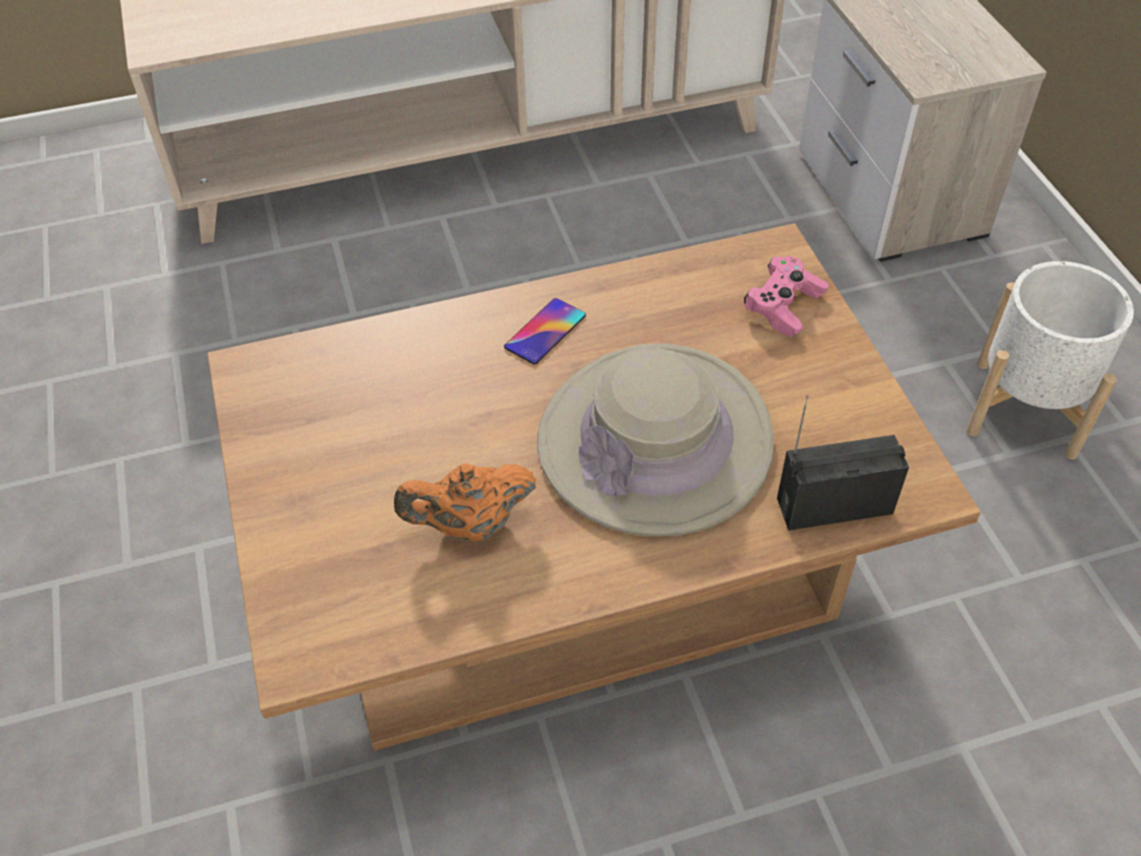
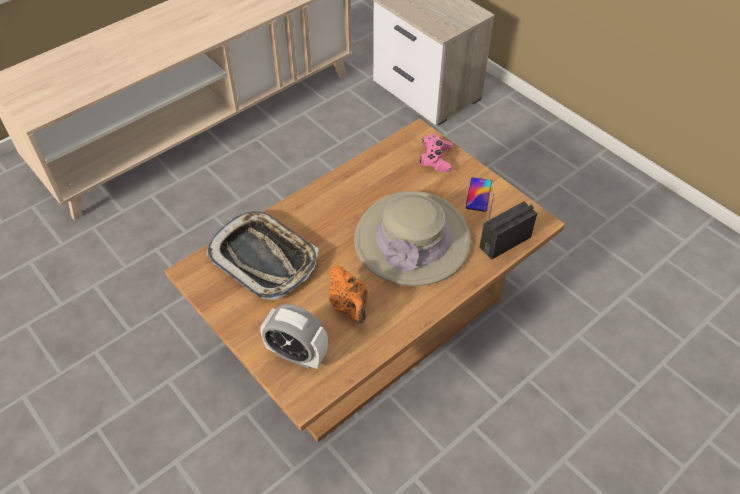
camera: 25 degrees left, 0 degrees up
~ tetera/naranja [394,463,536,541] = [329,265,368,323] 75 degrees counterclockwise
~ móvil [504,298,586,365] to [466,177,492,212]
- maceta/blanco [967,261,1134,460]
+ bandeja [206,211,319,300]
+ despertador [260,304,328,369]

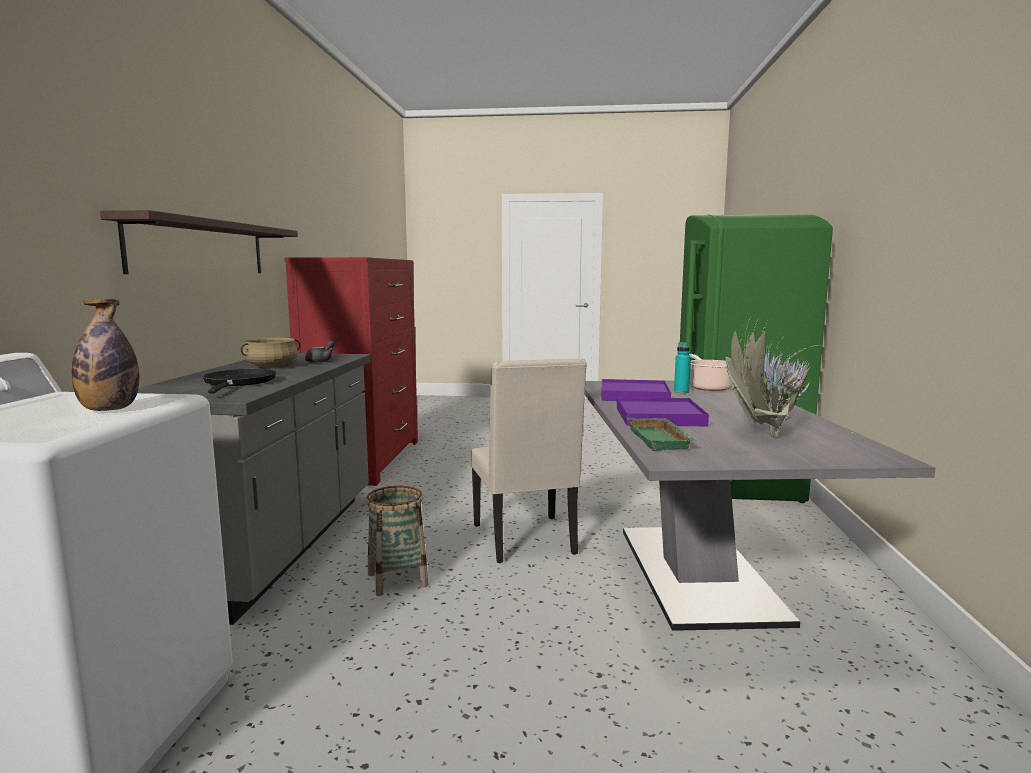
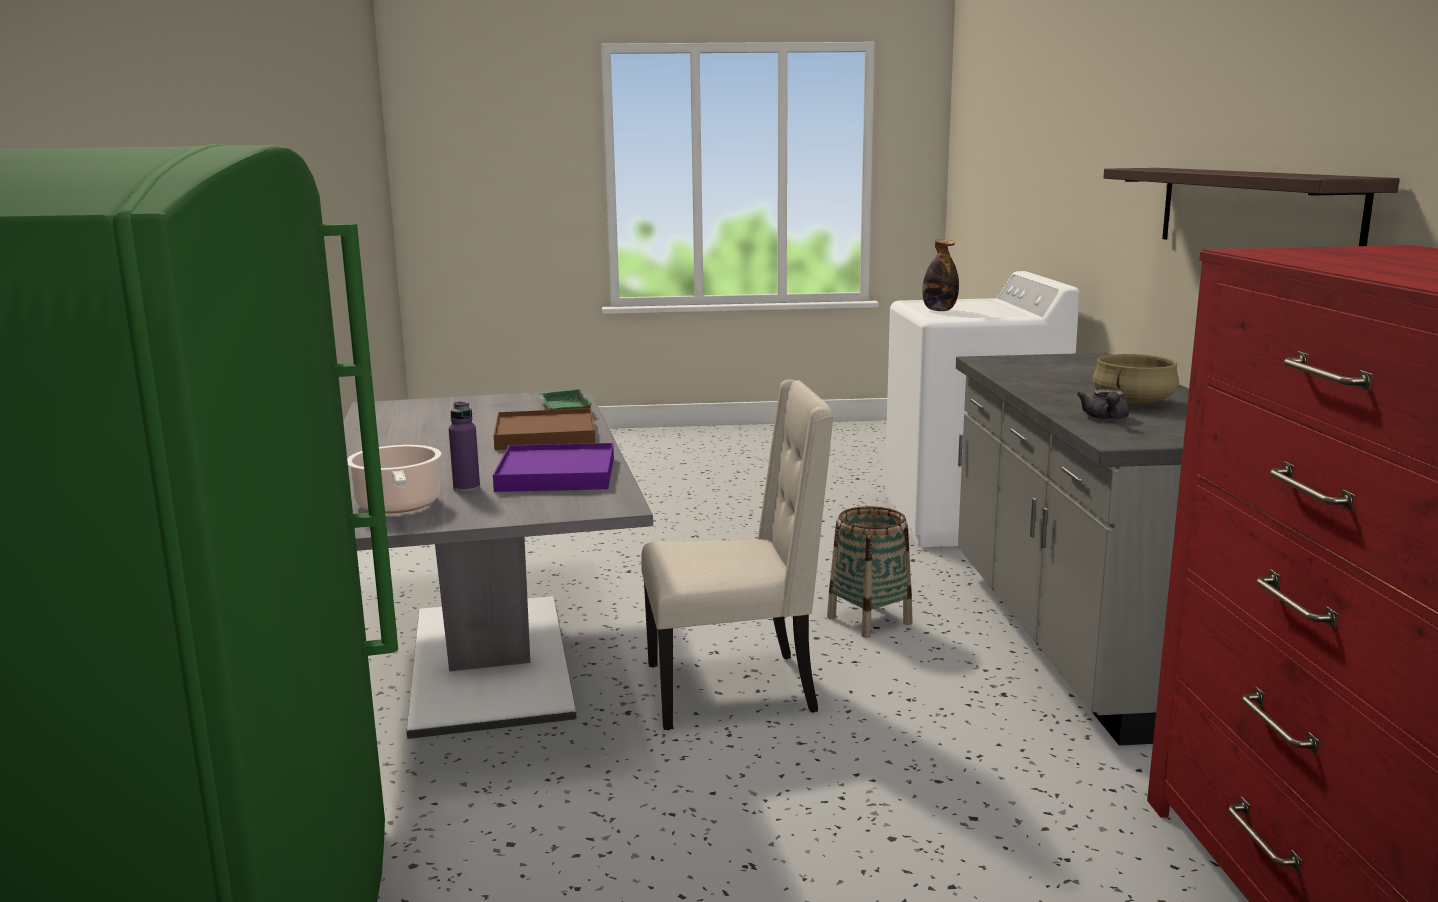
camera: 170 degrees right, 5 degrees up
- sartén/negro [203,369,276,394]
~ silla/beis [471,359,587,563] = [641,379,834,730] 105 degrees clockwise
~ bandeja/morado [617,398,709,426] to bandeja/marrón [494,408,595,450]
~ botella/turquesa [674,342,691,393] to botella/morado [449,401,480,492]
- planta en maceta [725,312,855,438]

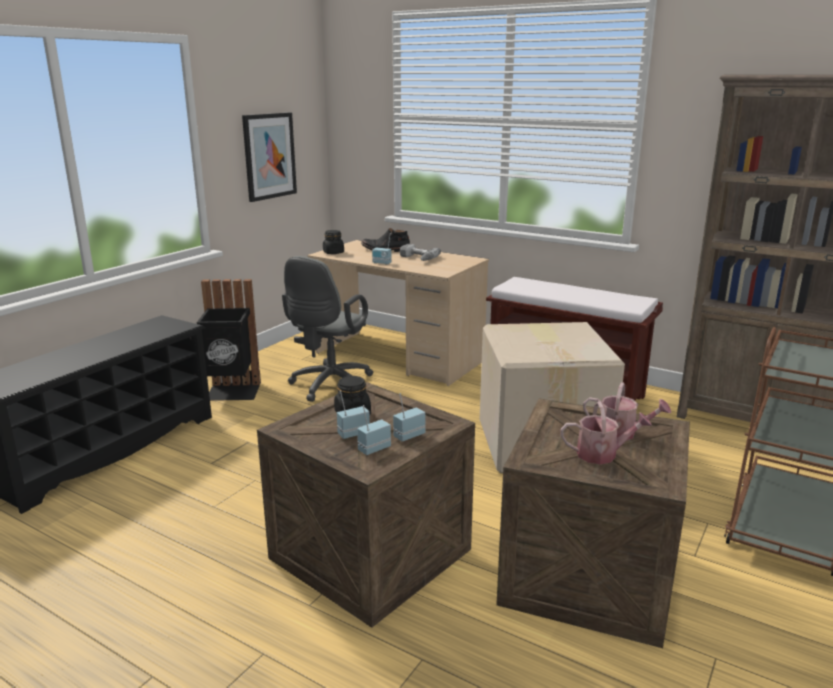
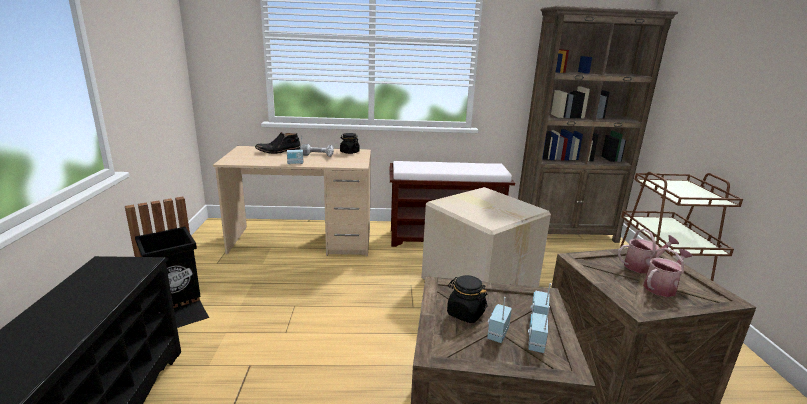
camera: 35 degrees left, 0 degrees up
- cuadro [242,112,297,202]
- silla de oficina/gris [282,256,374,402]
~ tarro/negro [323,230,344,254] to [340,133,360,154]

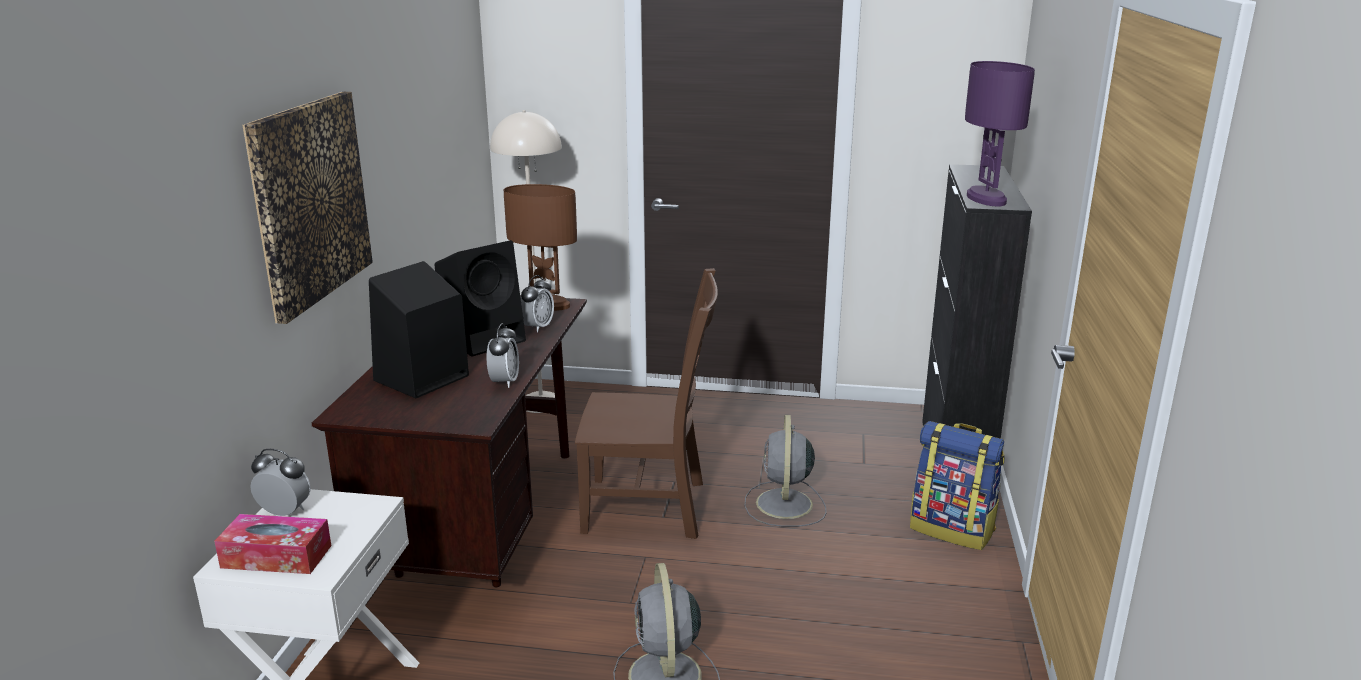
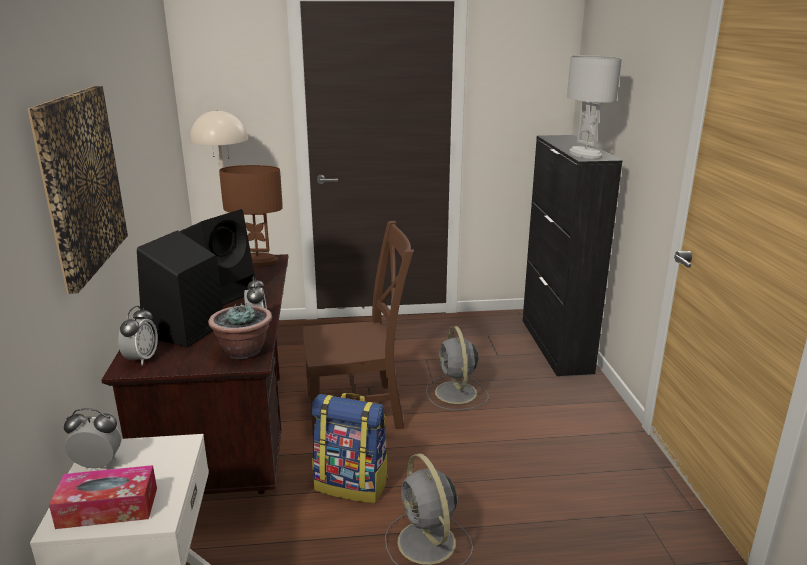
camera: 15 degrees left, 0 degrees up
~ despertador [520,275,554,332] to [118,306,158,365]
~ mochila [910,421,1005,550] to [311,393,389,503]
~ lámpara de mesa/morado [965,61,1035,207] to lámpara de mesa/blanco [567,55,622,159]
+ planta en maceta [208,303,272,359]

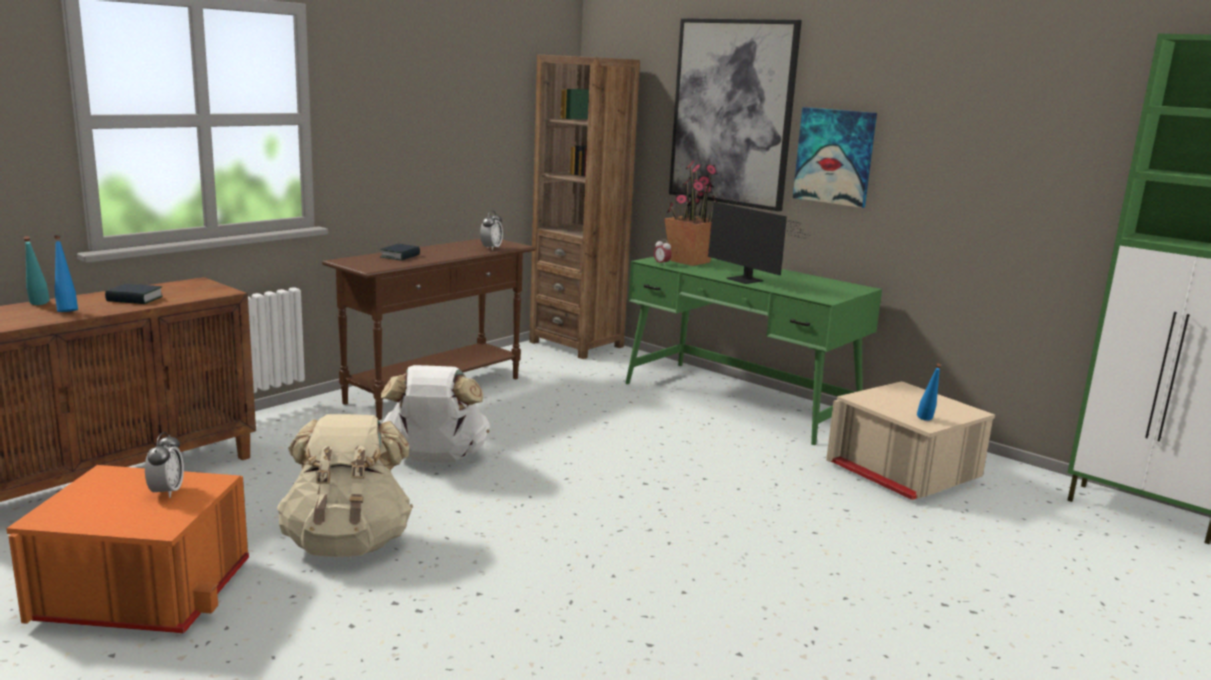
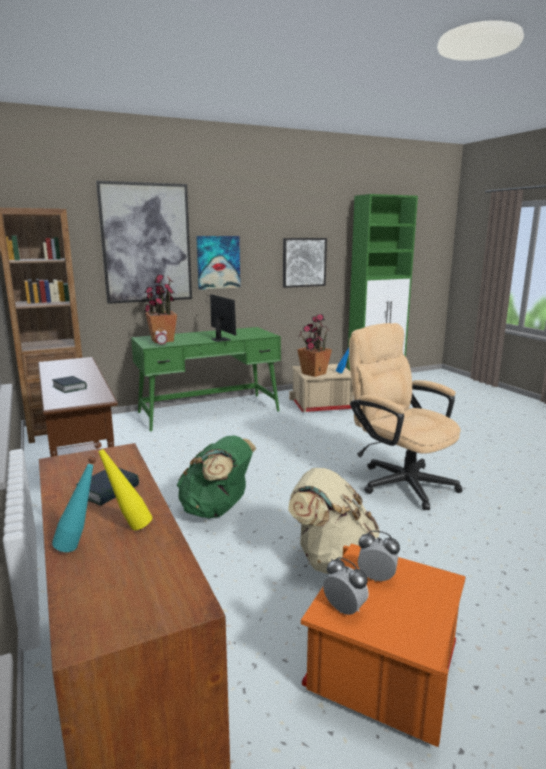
camera: 65 degrees left, 0 degrees up
~ botella/azul [54,235,78,312] to botella/amarillo [94,442,152,530]
~ mochila/blanco [381,365,490,462] to mochila/verde [176,436,256,518]
~ despertador [480,210,503,250] to [323,557,369,615]
~ monitor [708,202,805,284] = [205,294,237,342] 105 degrees counterclockwise
+ cuadro [283,238,327,288]
+ planta en maceta [297,315,332,377]
+ silla de oficina/beis [349,323,462,510]

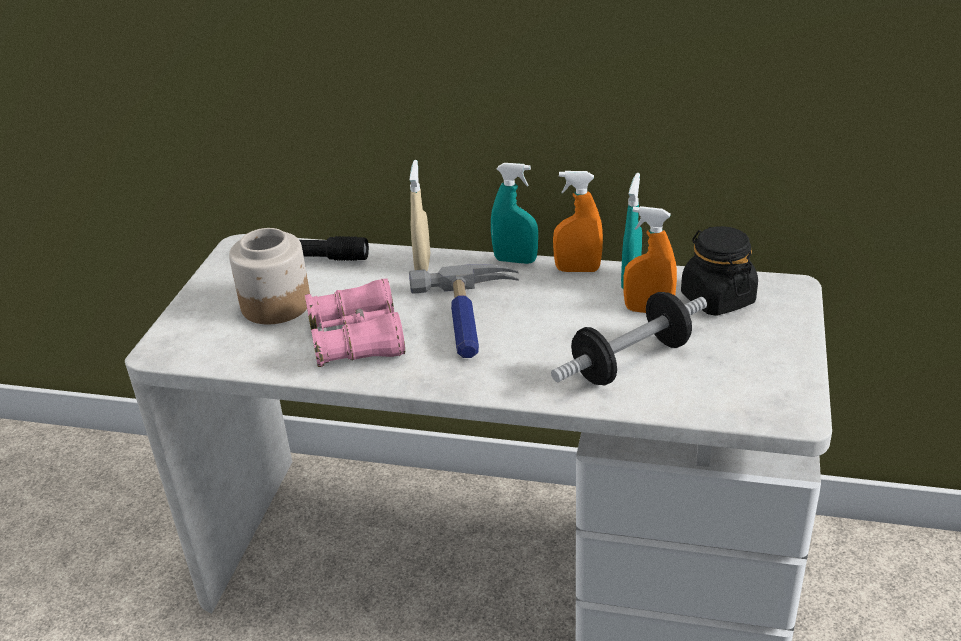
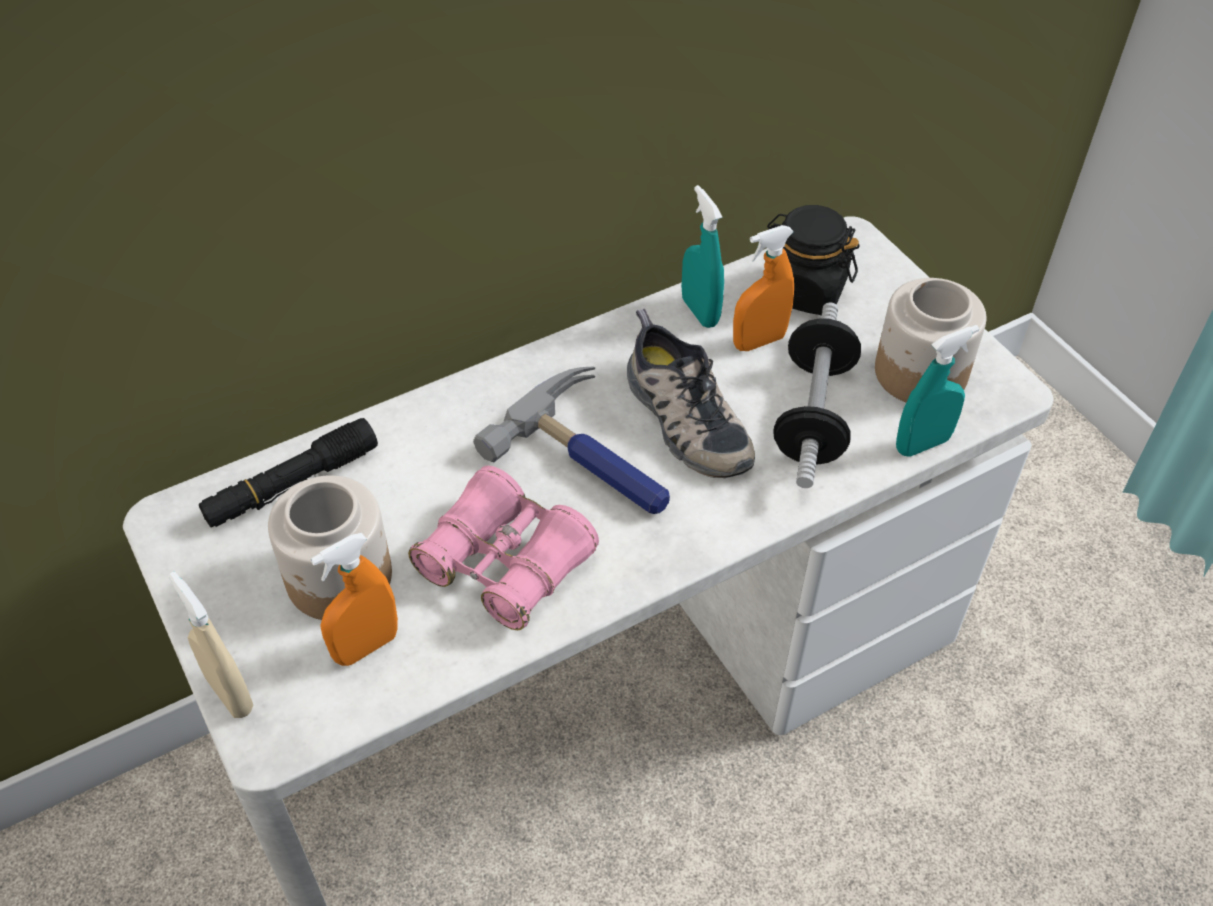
camera: 45 degrees left, 15 degrees up
~ pulverizador/beis [410,160,430,271] to [168,572,253,718]
~ pulverizador/turquesa [491,163,538,264] to [896,325,979,457]
~ pulverizador/naranja [553,171,603,272] to [311,533,398,666]
+ zapato [627,309,755,478]
+ tarro [875,278,987,402]

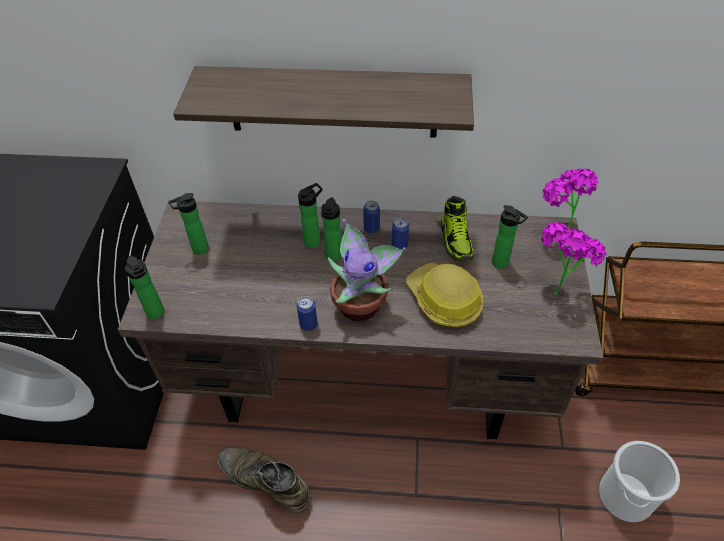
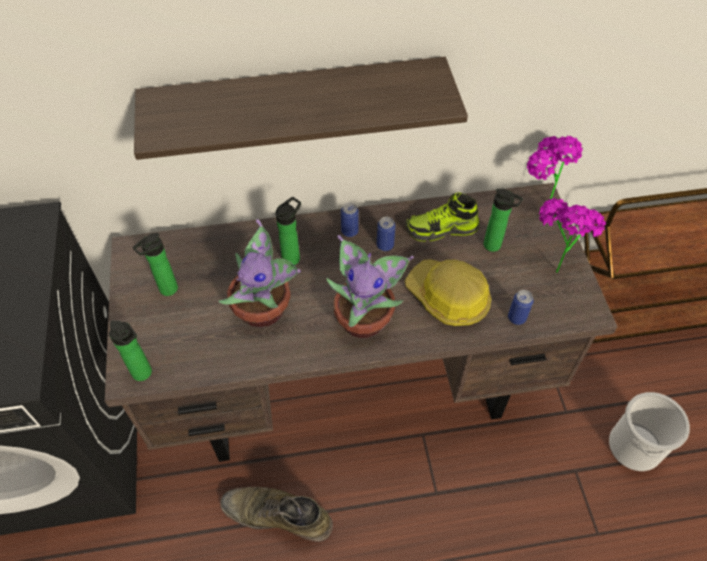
camera: 15 degrees left, 5 degrees up
~ lata [297,296,317,331] to [508,290,534,325]
- botella [321,197,342,261]
~ zapato [441,196,474,262] = [405,192,480,241] 105 degrees clockwise
+ planta en maceta [219,219,301,328]

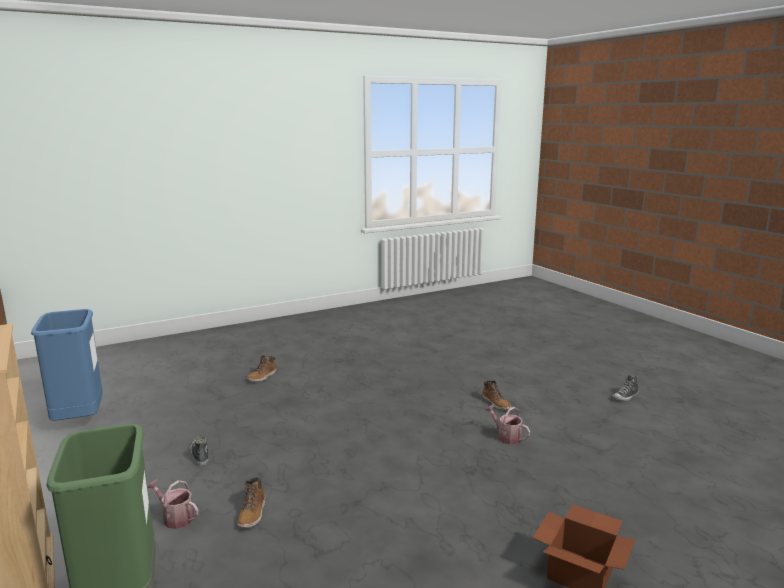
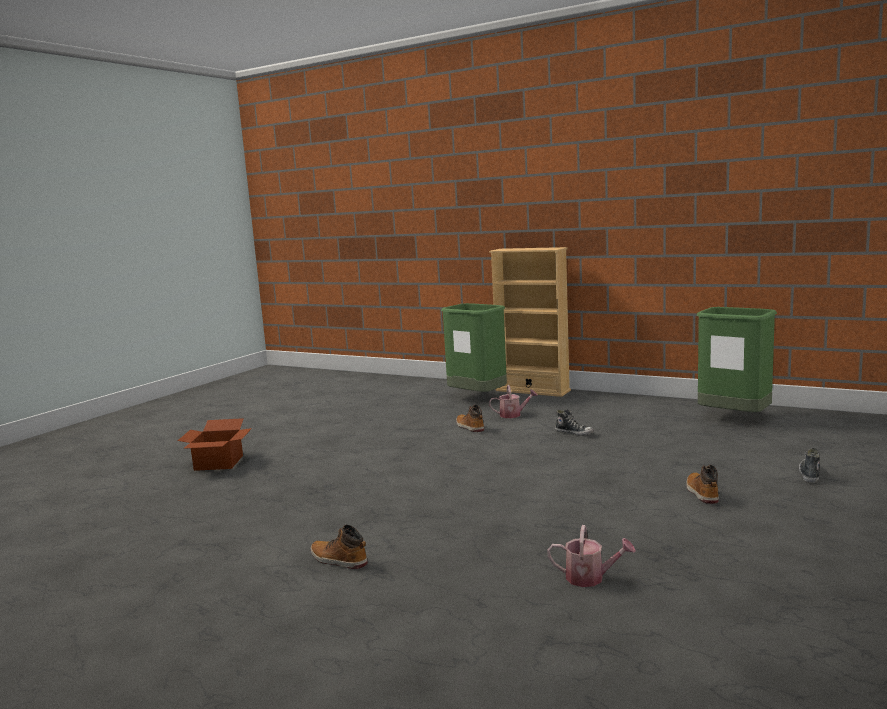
camera: 150 degrees right, 5 degrees down
~ papelera/azul [31,309,103,421] to papelera/verde [697,307,777,412]
~ regadera [485,405,530,445] to [547,525,636,587]
~ zapato [612,375,639,401] to [799,448,820,483]

